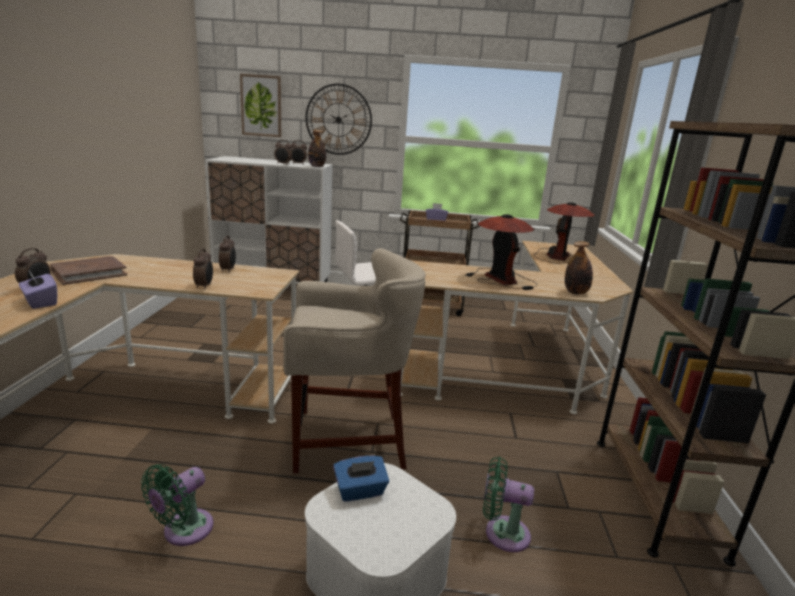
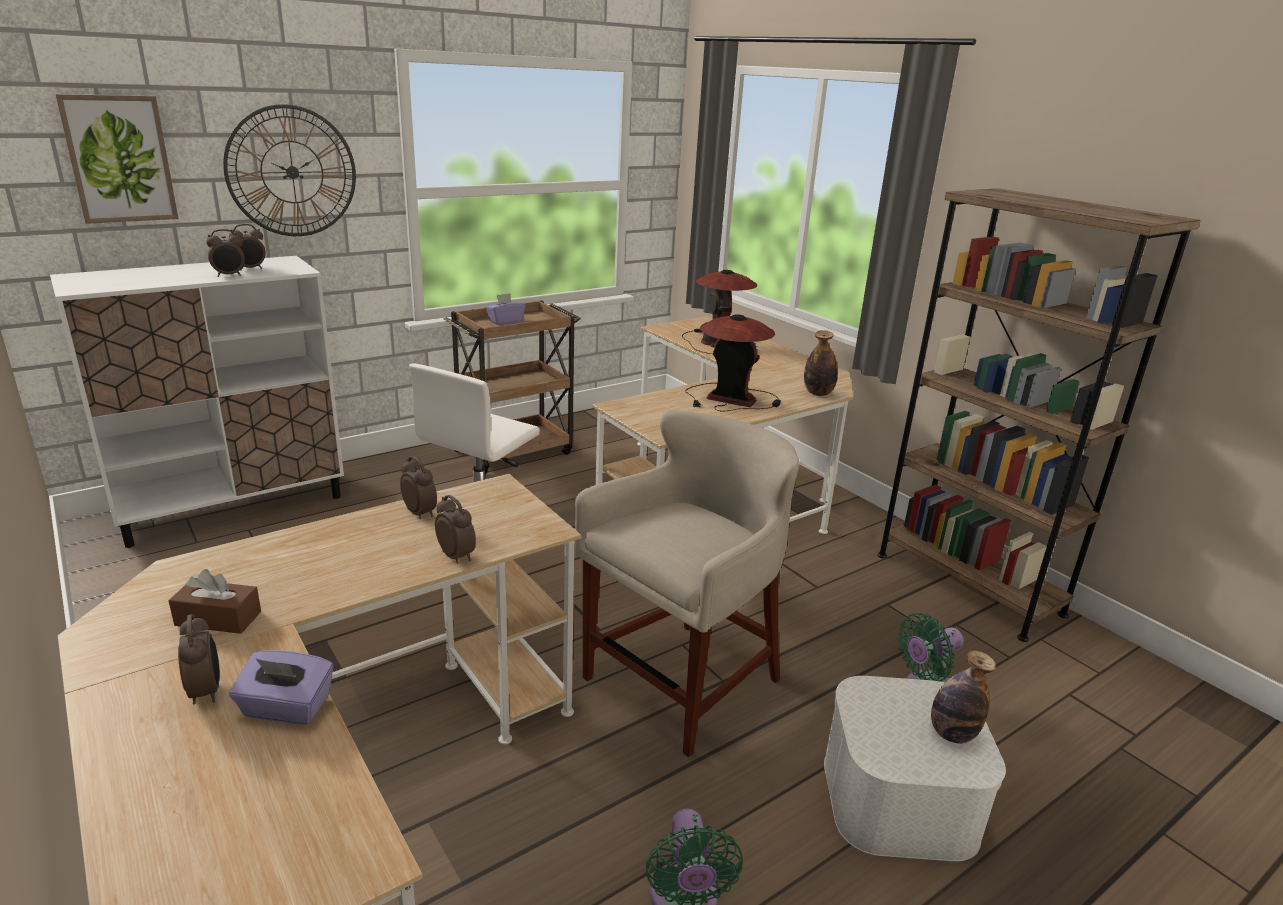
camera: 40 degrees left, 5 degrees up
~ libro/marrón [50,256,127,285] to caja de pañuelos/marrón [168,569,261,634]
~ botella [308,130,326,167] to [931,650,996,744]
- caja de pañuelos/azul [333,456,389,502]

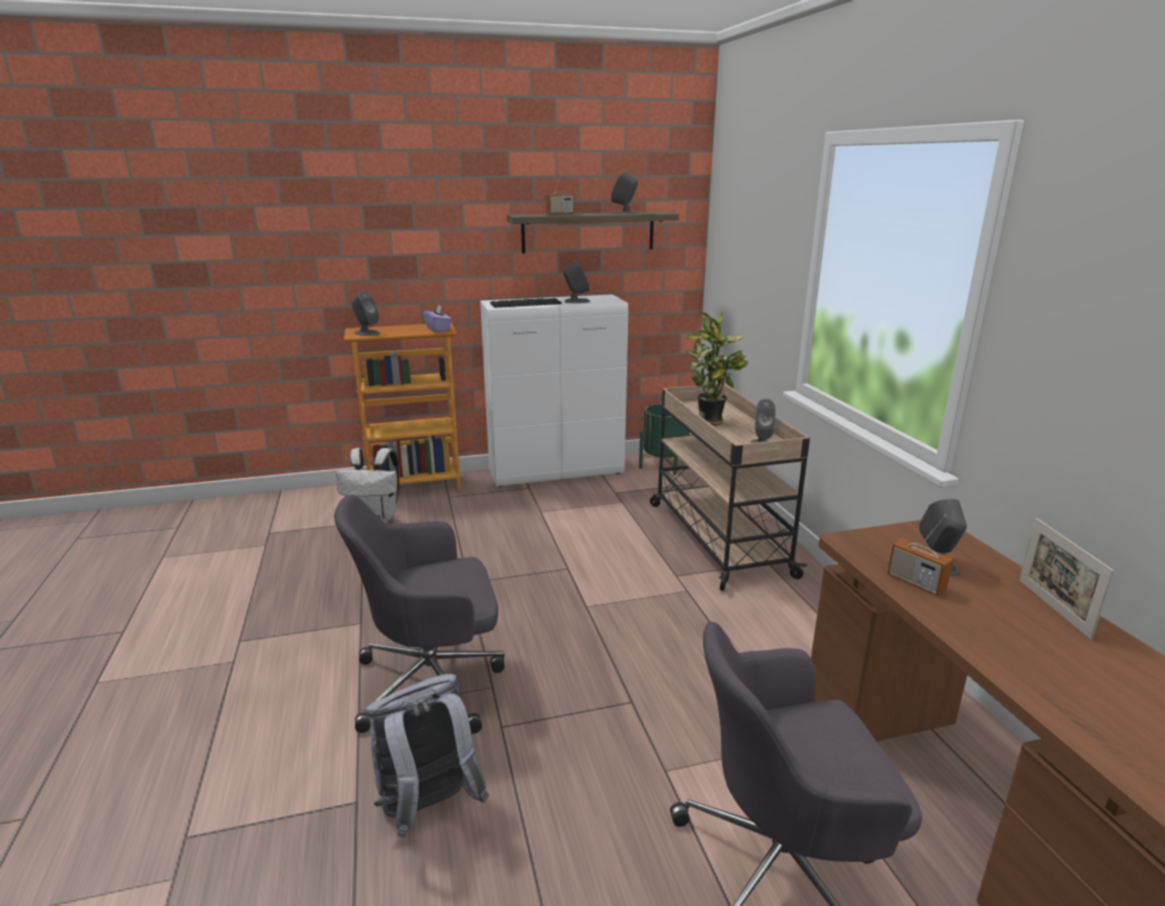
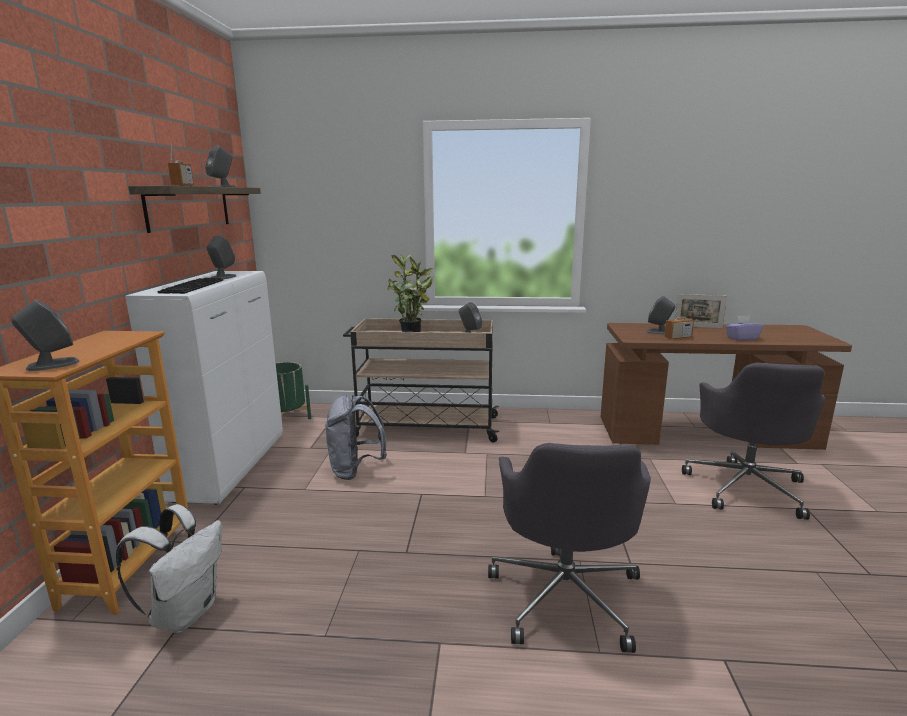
camera: 70 degrees left, 5 degrees down
~ mochila/gris [365,674,489,838] to [325,395,387,480]
~ caja de pañuelos/morado [424,305,452,332] to [725,315,764,341]

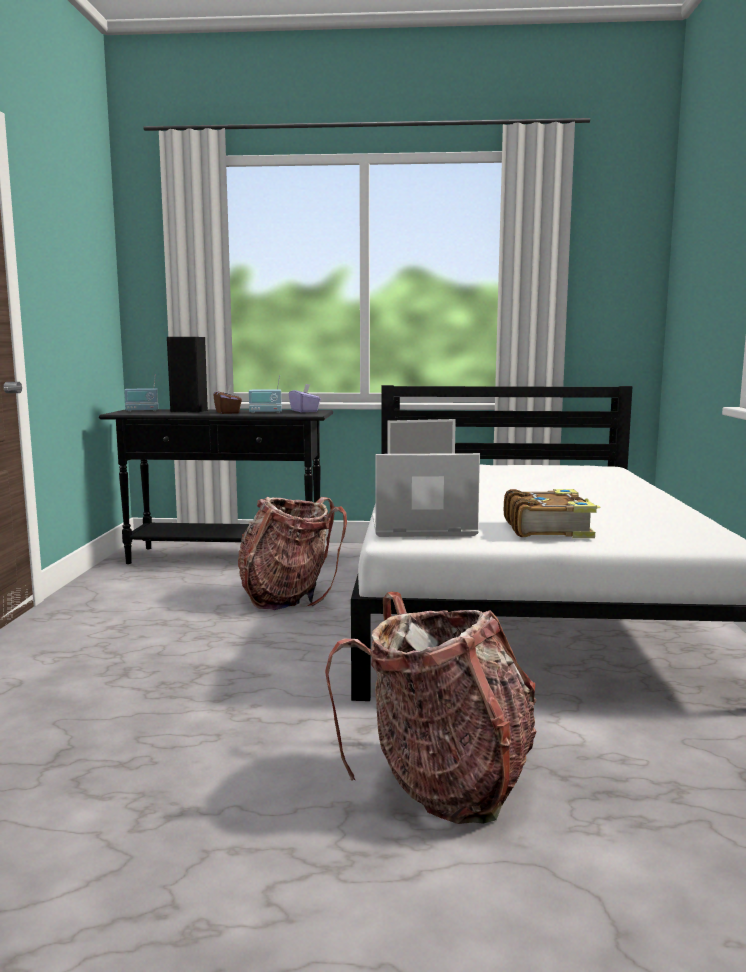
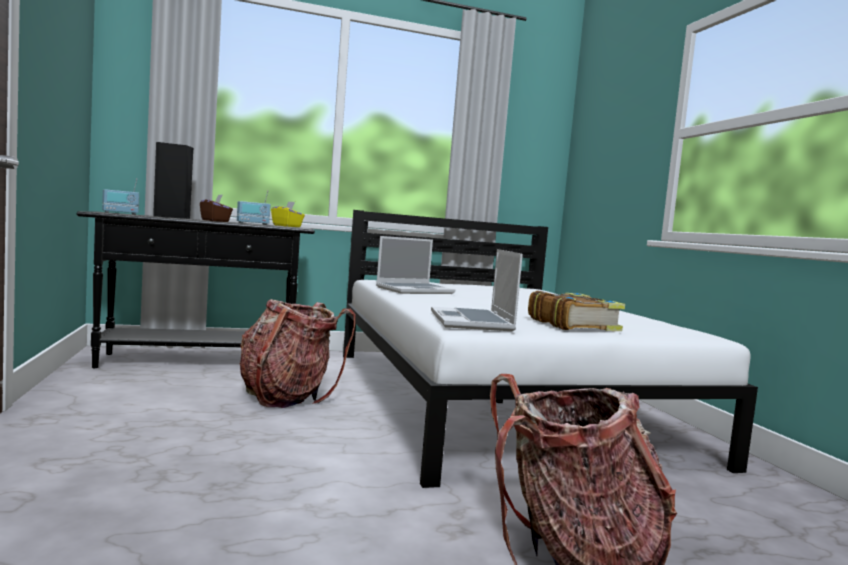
camera: 20 degrees left, 5 degrees down
~ caja de pañuelos/morado [289,384,321,412] to caja de pañuelos/amarillo [271,201,305,227]
~ portátil [373,453,480,537] = [431,249,523,331] 75 degrees counterclockwise

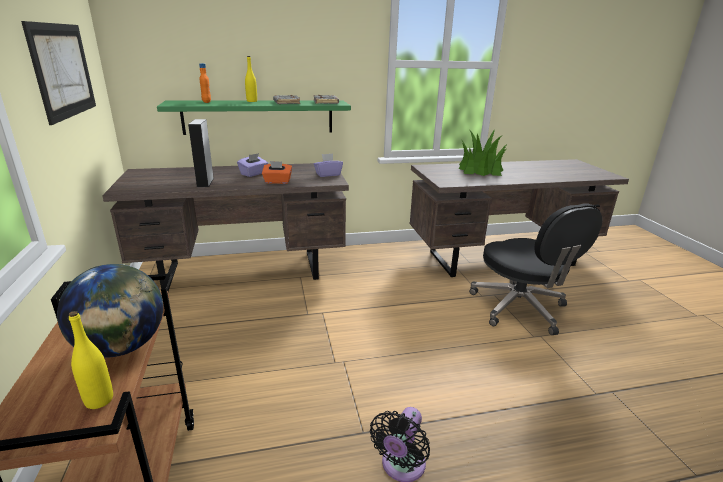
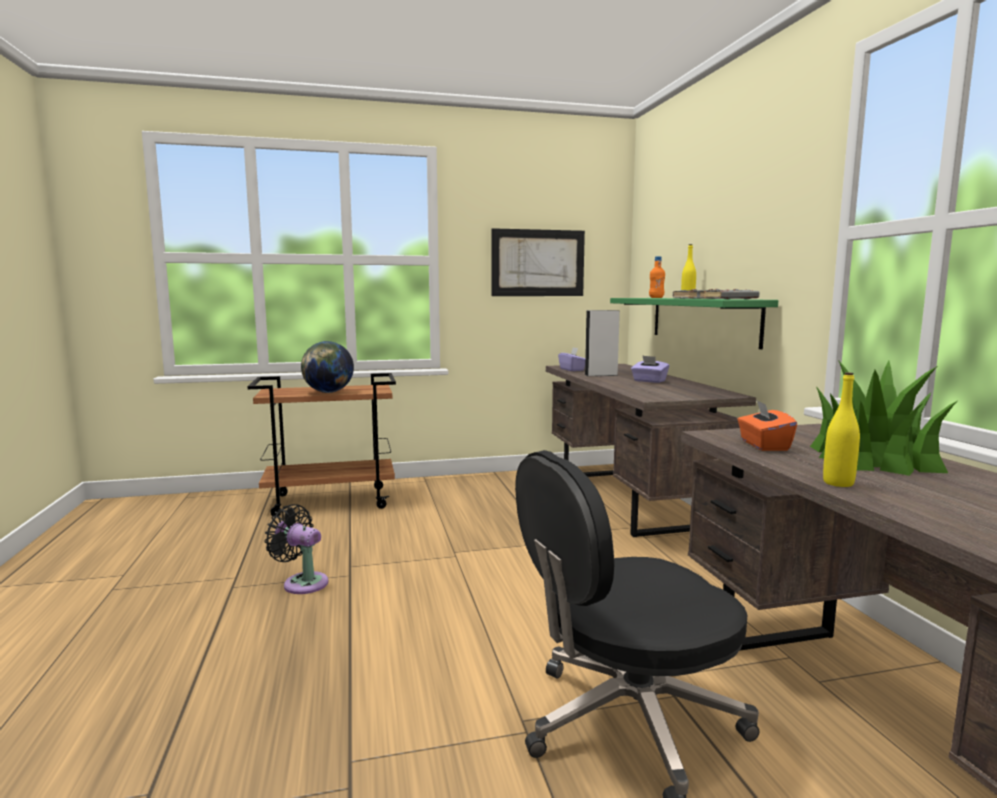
camera: 90 degrees right, 15 degrees down
~ botella/amarillo [69,311,113,409] to [823,372,860,487]
~ caja de pañuelos/naranja [262,161,292,184] to [737,400,797,451]
~ caja de pañuelos/morado [314,153,343,177] to [558,347,585,371]

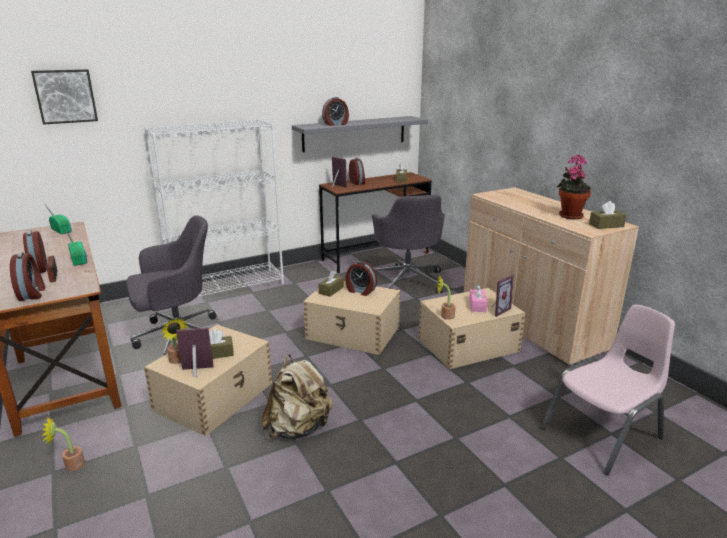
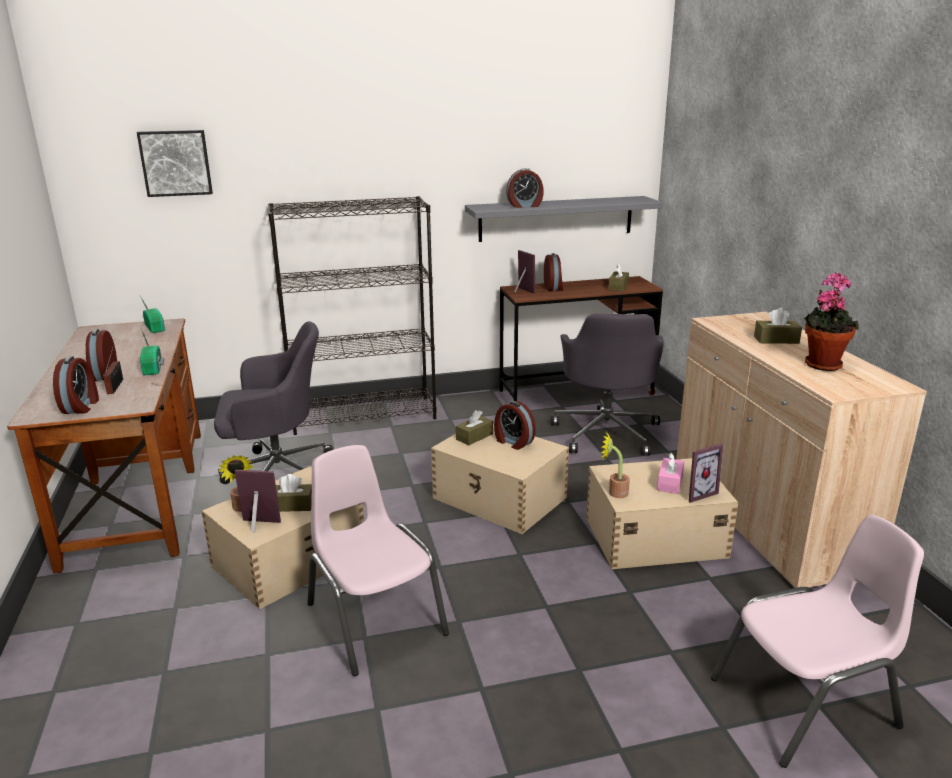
camera: 15 degrees right, 0 degrees up
- planta en maceta [41,417,85,471]
~ estantería/blanco [145,119,284,307] to estantería/negro [268,196,437,435]
~ mochila/beis [261,354,333,439] to silla/rosa [308,445,449,676]
~ caja de pañuelos/marrón [589,201,626,229] to [754,307,802,344]

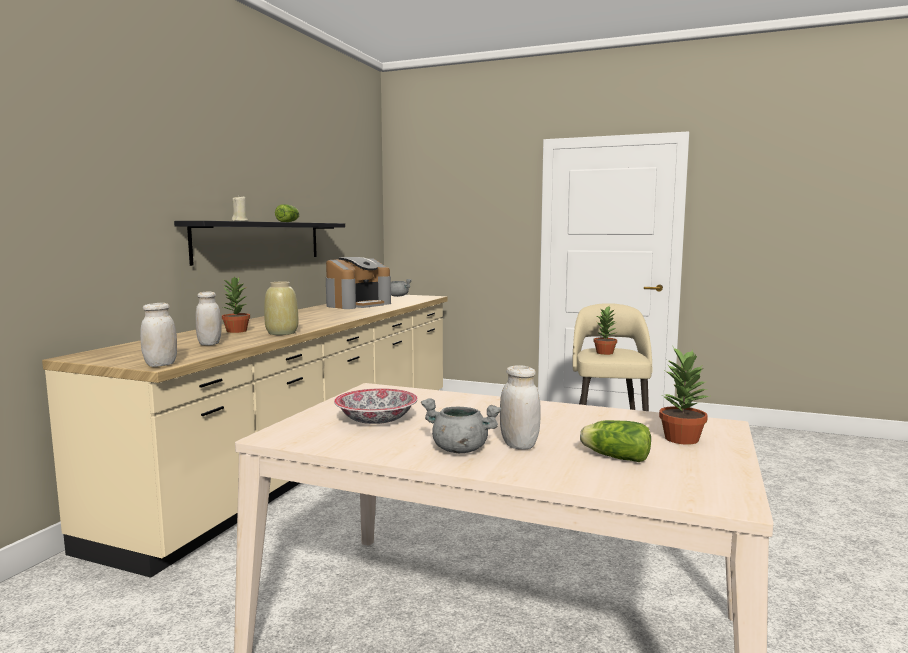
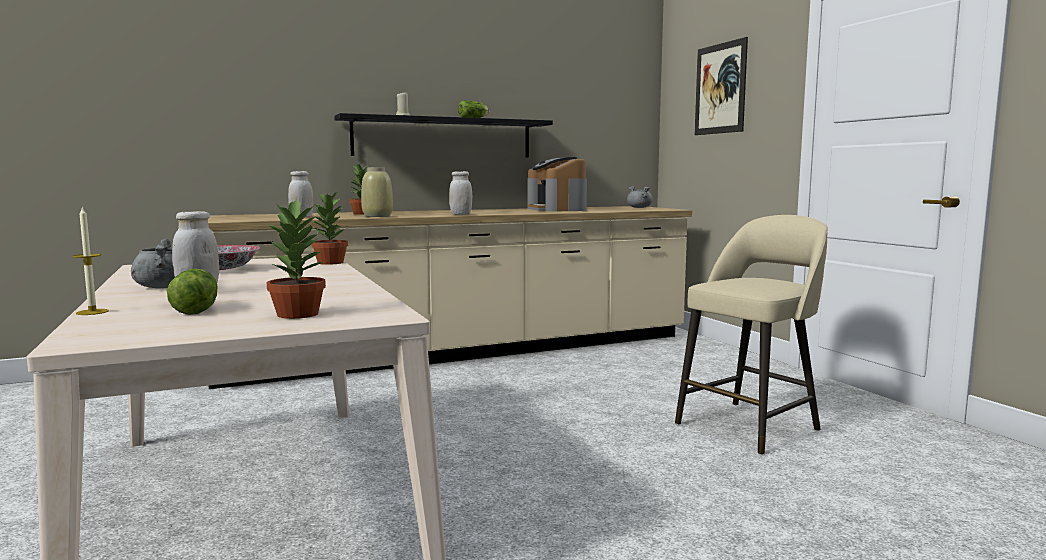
camera: 45 degrees right, 0 degrees up
~ tarro/blanco [140,303,177,367] to [449,171,472,215]
~ cafetera [326,257,391,309] = [527,157,587,212] 75 degrees clockwise
~ planta en maceta [594,306,618,355] to [311,190,348,265]
+ vela [73,206,109,315]
+ cuadro [695,37,748,135]

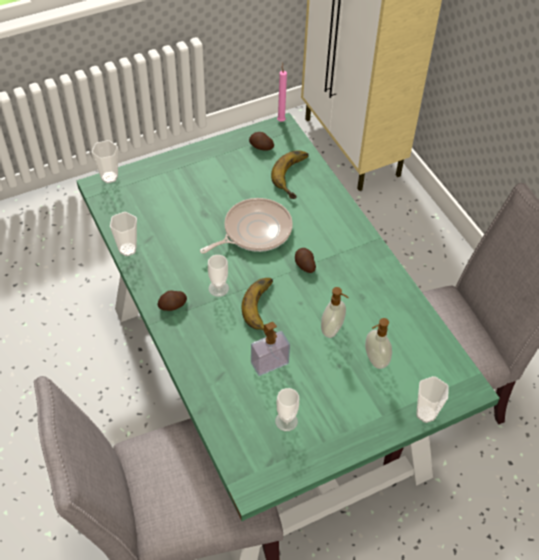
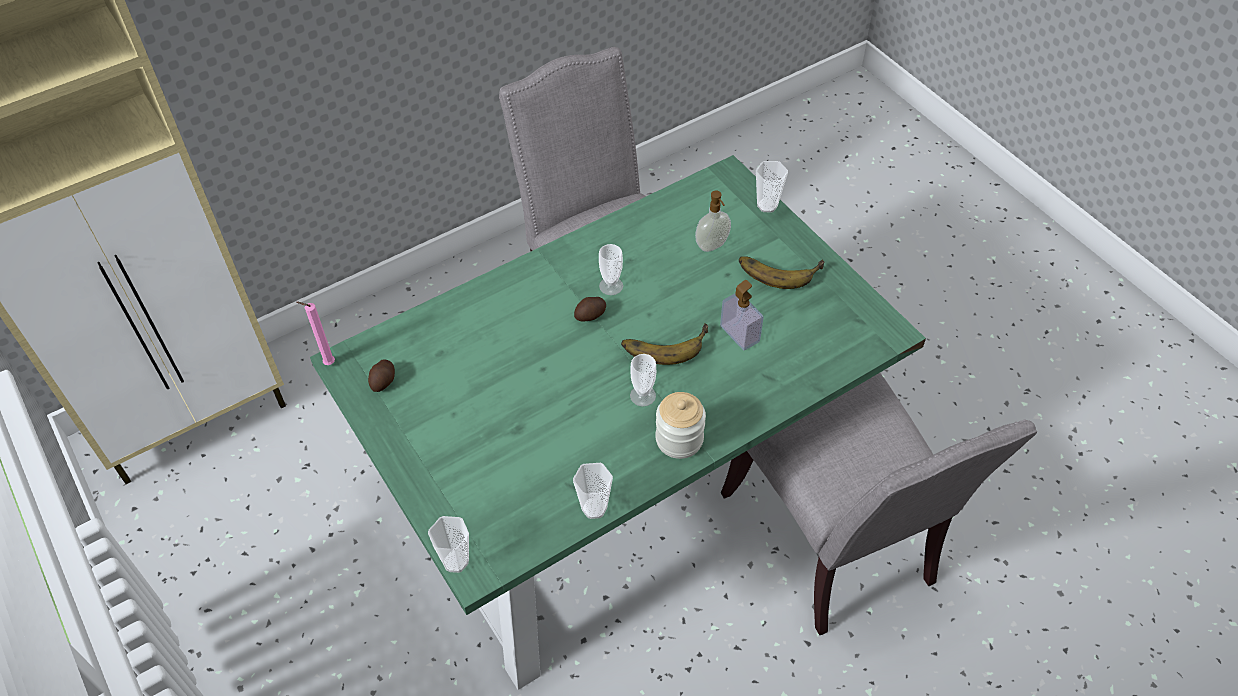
camera: 95 degrees left, 0 degrees up
~ patata [157,290,187,311] to tarro [655,392,706,459]
- sartén [200,198,293,254]
~ plátano [271,151,309,199] to [739,256,825,289]
~ taza [275,388,299,431] to [599,244,623,295]
- dispensador de jabón [321,287,349,338]

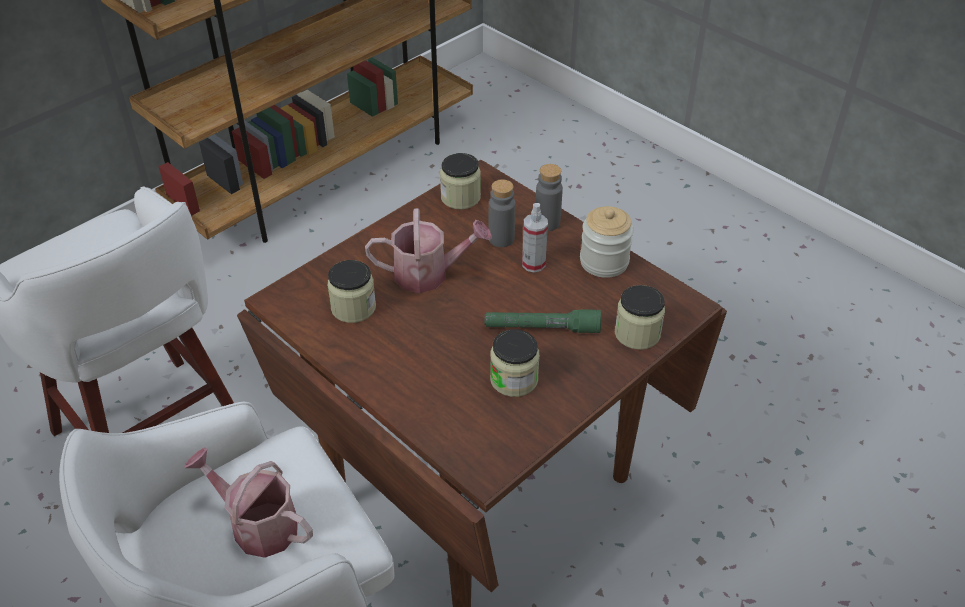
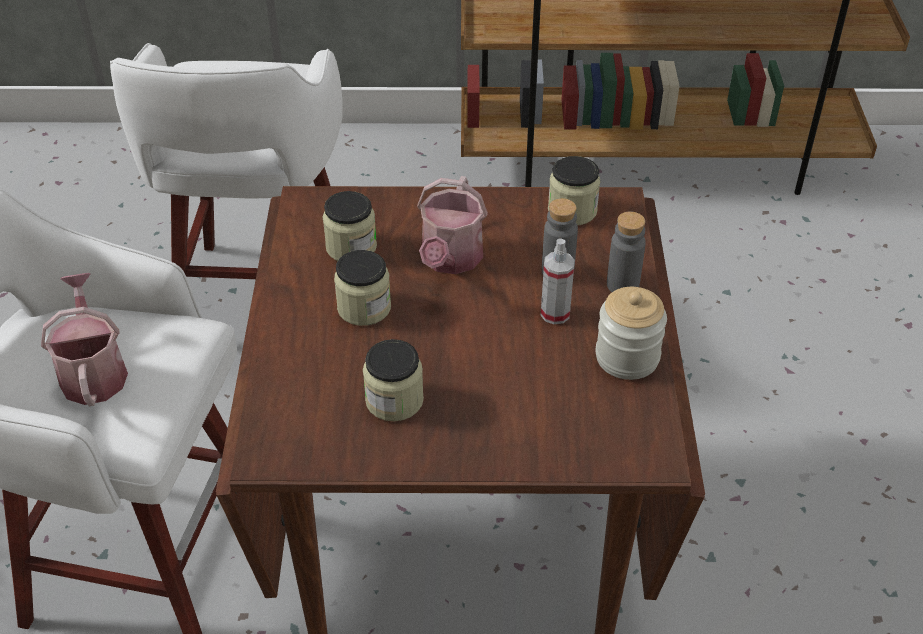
camera: 45 degrees right, 0 degrees up
~ regadera [365,208,492,293] = [417,176,488,274] 60 degrees clockwise
- linterna/verde [485,309,601,333]
~ tarro [615,285,665,350] to [334,250,391,326]

